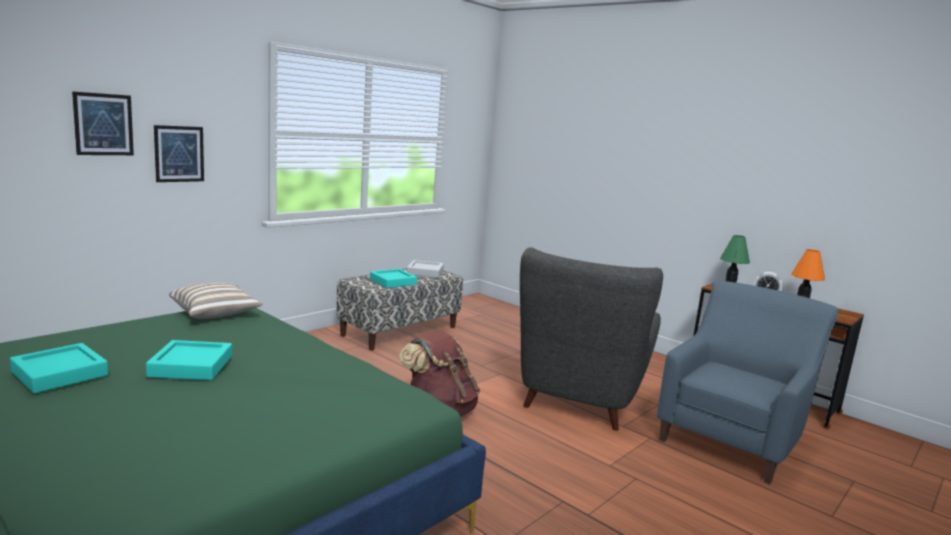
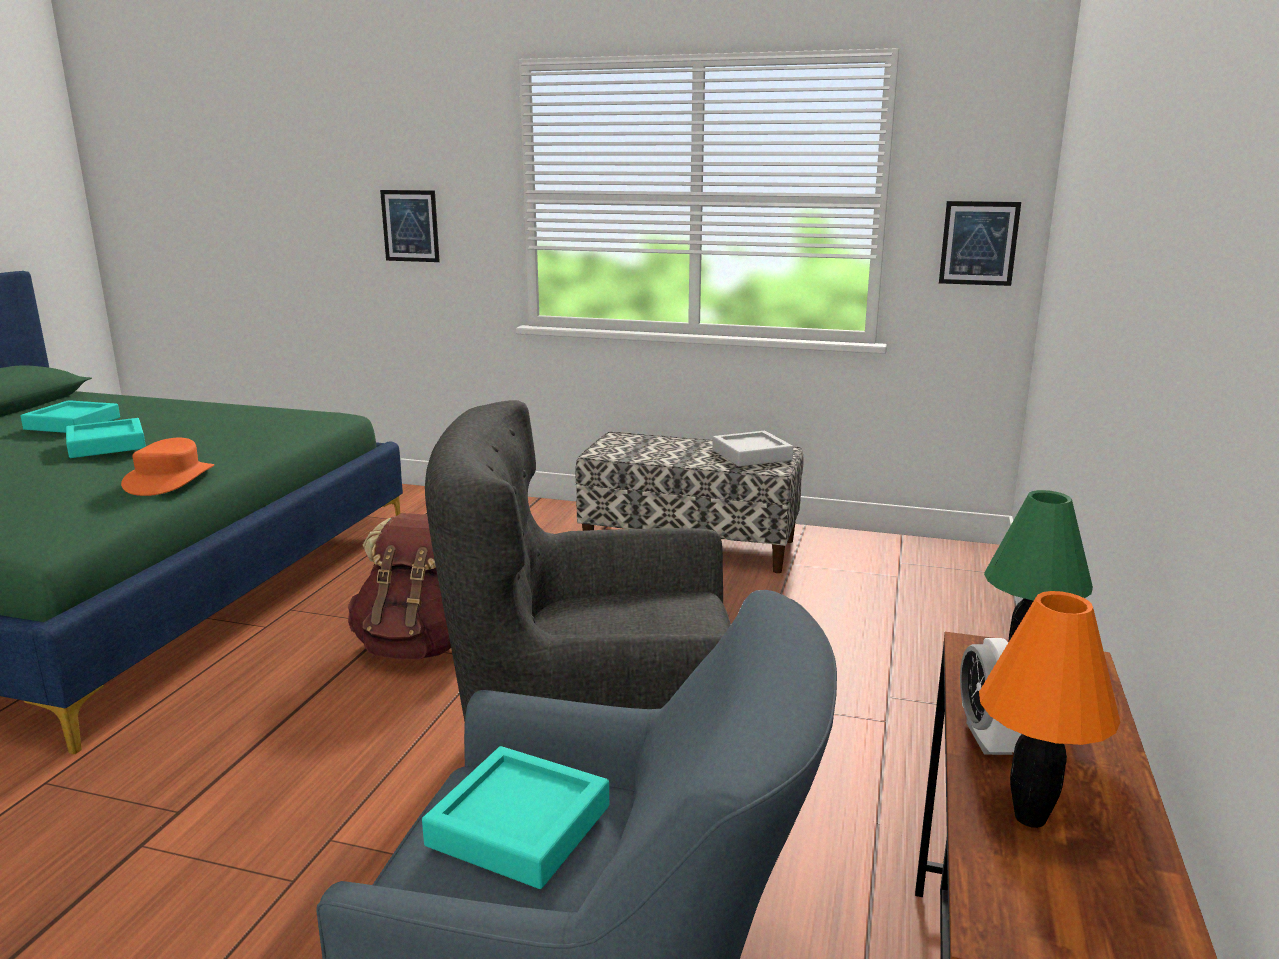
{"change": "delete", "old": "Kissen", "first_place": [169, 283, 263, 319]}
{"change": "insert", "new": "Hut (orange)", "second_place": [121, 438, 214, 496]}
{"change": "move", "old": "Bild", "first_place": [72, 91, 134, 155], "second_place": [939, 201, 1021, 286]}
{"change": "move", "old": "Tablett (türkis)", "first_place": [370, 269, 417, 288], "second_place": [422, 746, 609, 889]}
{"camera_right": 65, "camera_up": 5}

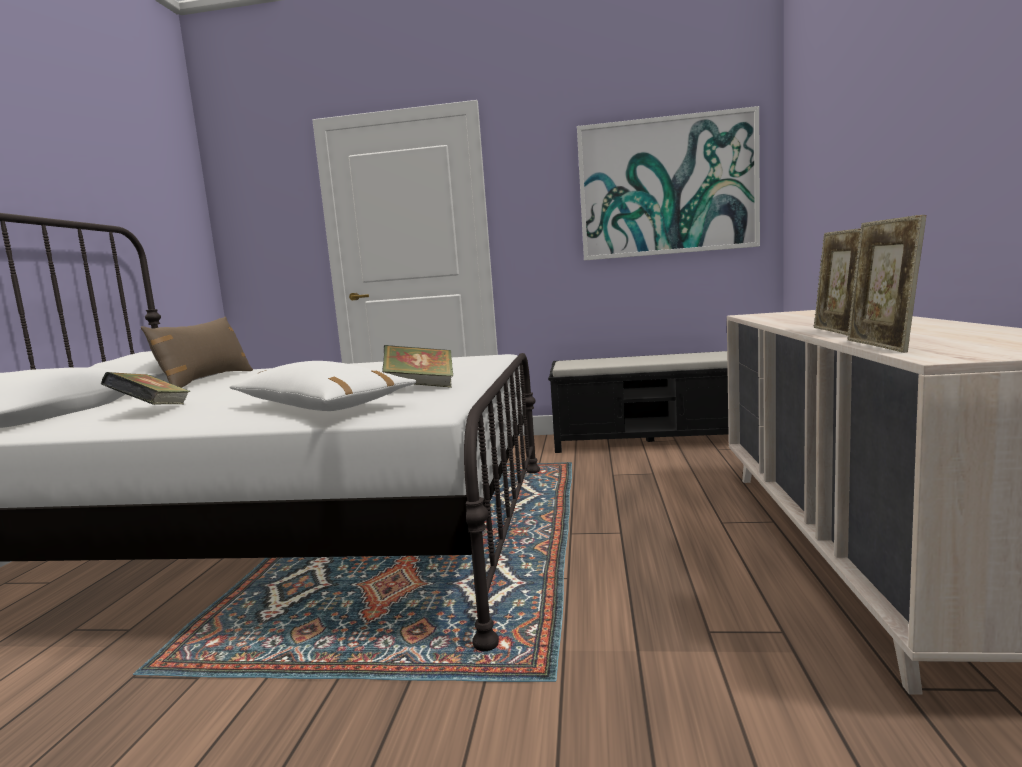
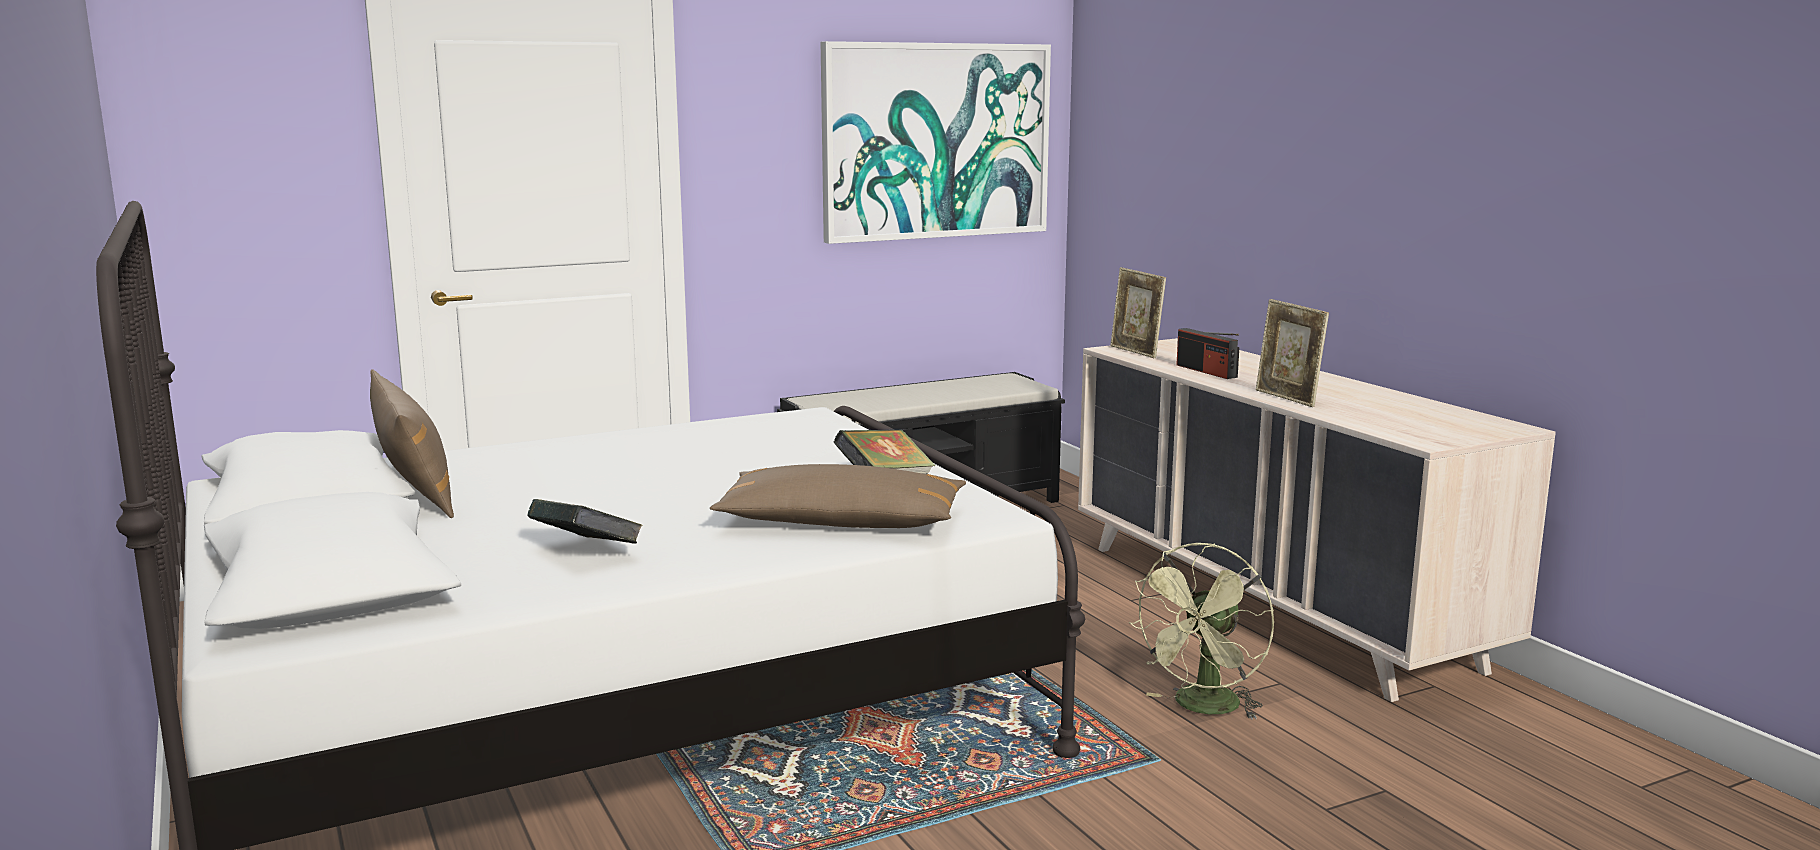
{"change": "insert", "new": "Ventilator (grün)", "second_place": [1129, 543, 1274, 720]}
{"change": "insert", "new": "Radio", "second_place": [1176, 328, 1239, 379]}
{"change": "move", "old": "Bilderrahmen", "first_place": [847, 215, 926, 353], "second_place": [1110, 267, 1166, 358]}
{"change": "recolor", "old": "Kissen (weiß)", "new": "Kissen (braun)", "first_place": [229, 361, 416, 411], "second_place": [709, 464, 966, 528]}
{"camera_right": -35, "camera_up": 5}

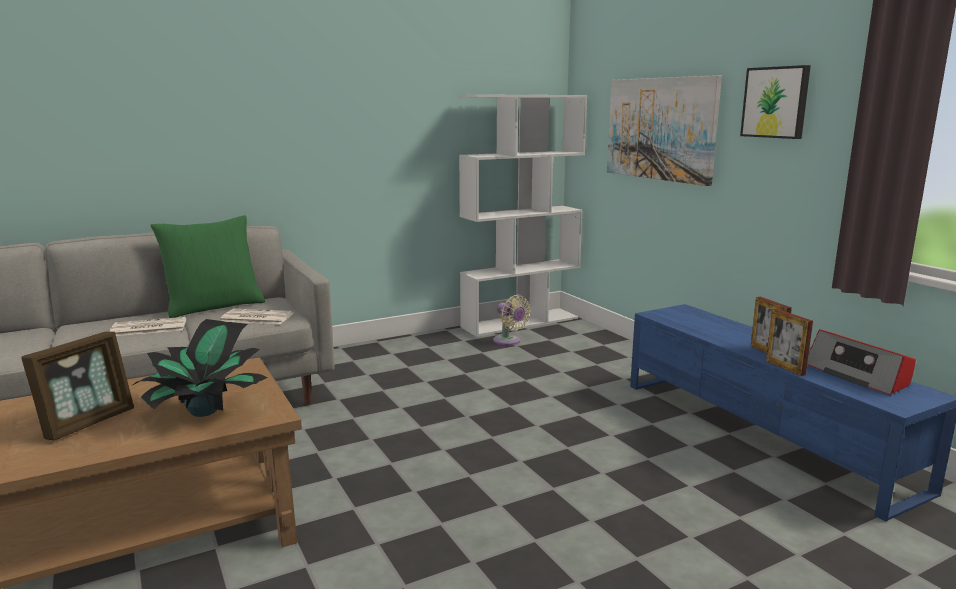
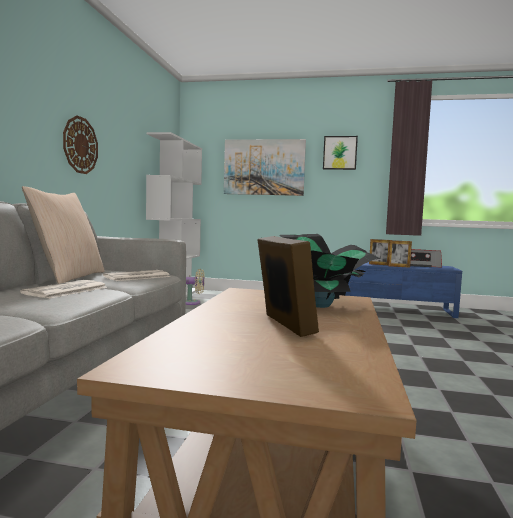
{"change": "insert", "new": "Wanduhr", "second_place": [63, 115, 98, 174]}
{"change": "recolor", "old": "Kissen (grün)", "new": "Kissen (beige)", "first_place": [151, 215, 265, 318], "second_place": [22, 186, 105, 284]}
{"camera_right": -50, "camera_up": -10}

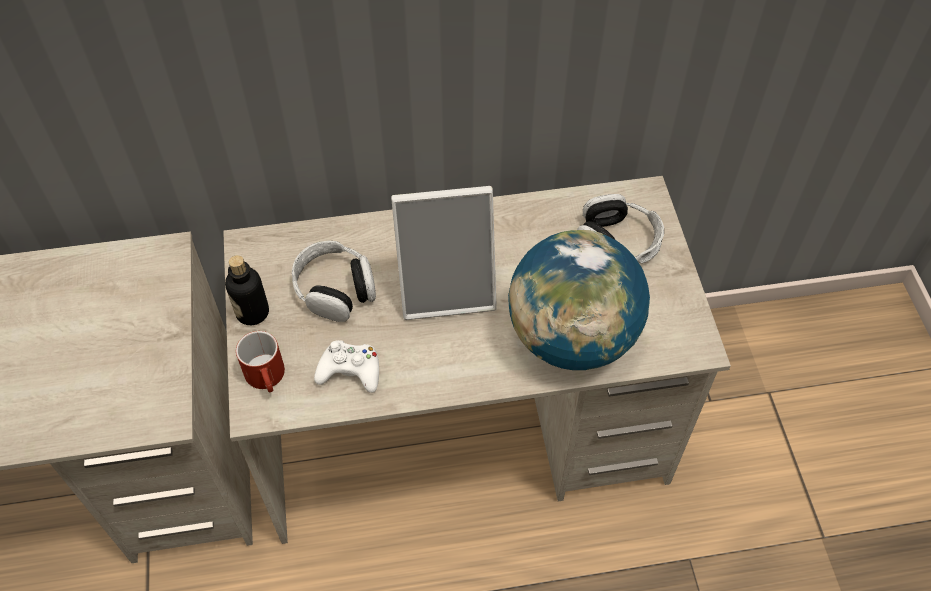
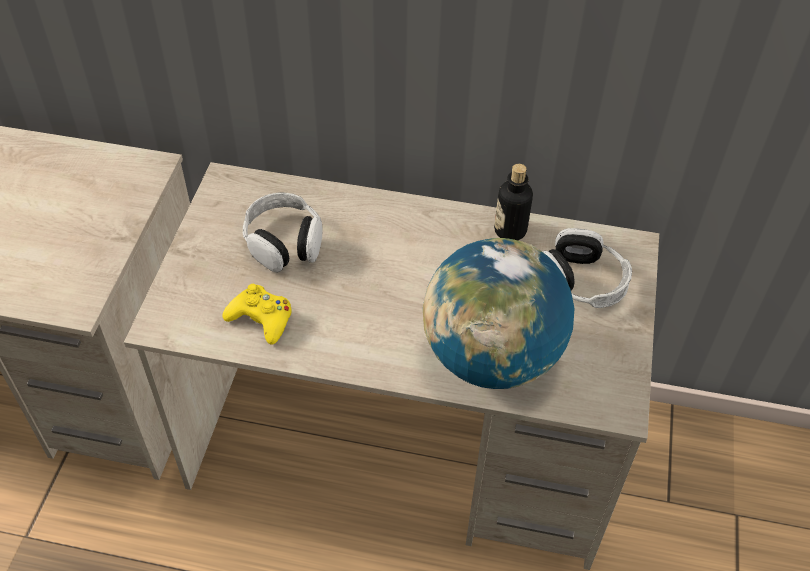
{"change": "delete", "old": "Henkelbecher (rot)", "first_place": [236, 331, 285, 392]}
{"change": "delete", "old": "Bilderrahmen", "first_place": [391, 186, 497, 320]}
{"change": "move", "old": "Flasche", "first_place": [225, 255, 269, 325], "second_place": [494, 164, 533, 240]}
{"change": "recolor", "old": "Gamepad (weiß)", "new": "Gamepad (gelb)", "first_place": [314, 340, 379, 393], "second_place": [223, 284, 292, 345]}
{"camera_right": 20, "camera_up": -5}

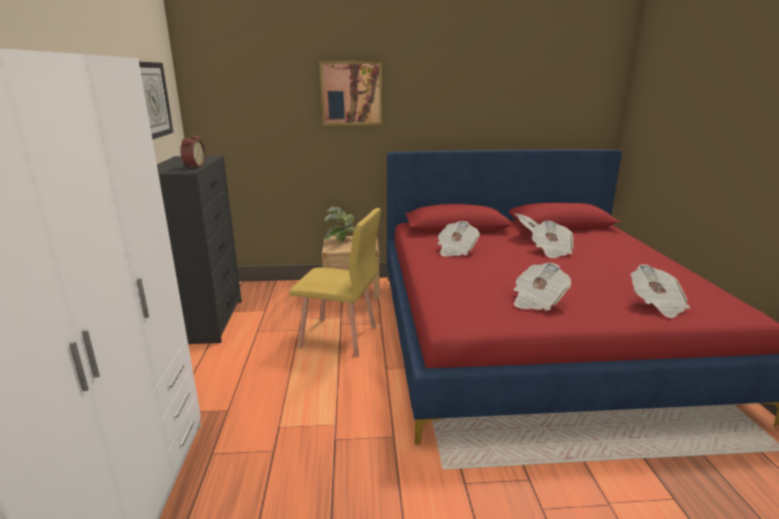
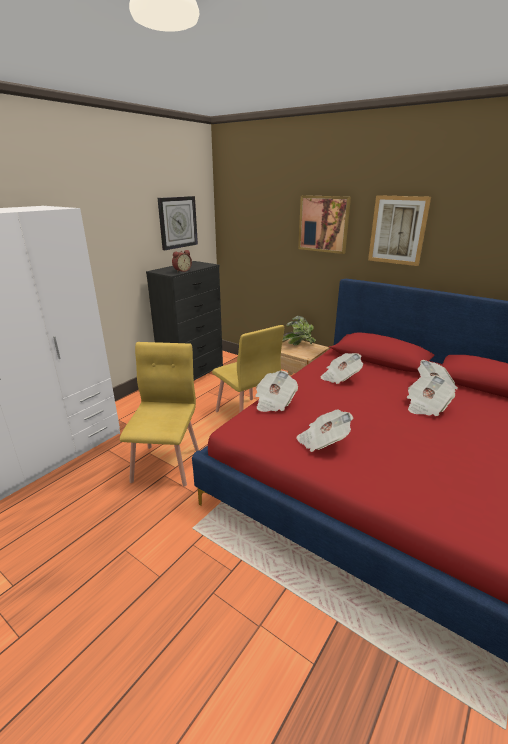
{"change": "insert", "new": "Stuhl (gelb)", "second_place": [120, 342, 199, 487]}
{"change": "insert", "new": "Bild", "second_place": [368, 195, 431, 266]}
{"change": "move", "old": "Zeitung", "first_place": [631, 264, 690, 318], "second_place": [255, 371, 298, 412]}
{"camera_right": 40, "camera_up": 5}

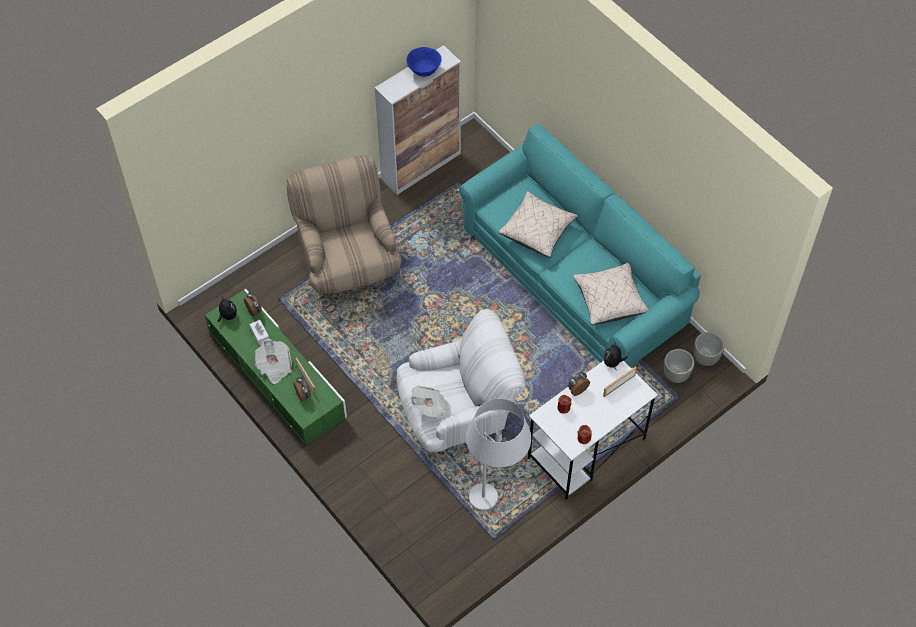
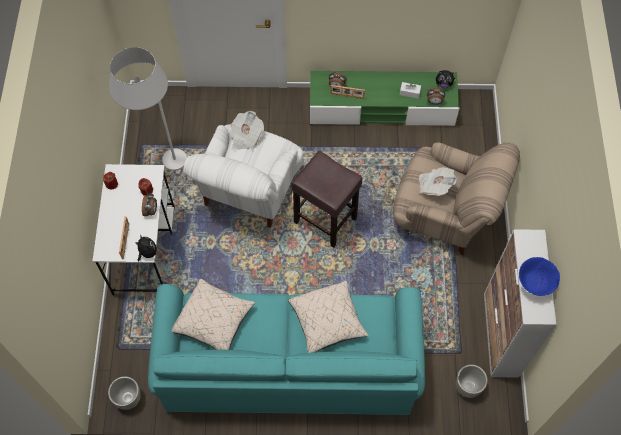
{"change": "insert", "new": "Hocker (braun)", "second_place": [291, 151, 362, 248]}
{"change": "move", "old": "Zeitung", "first_place": [255, 339, 292, 384], "second_place": [419, 167, 457, 196]}
{"change": "move", "old": "Pflanzkübel (grau)", "first_place": [664, 349, 694, 383], "second_place": [456, 364, 488, 398]}
{"camera_right": 130, "camera_up": 5}

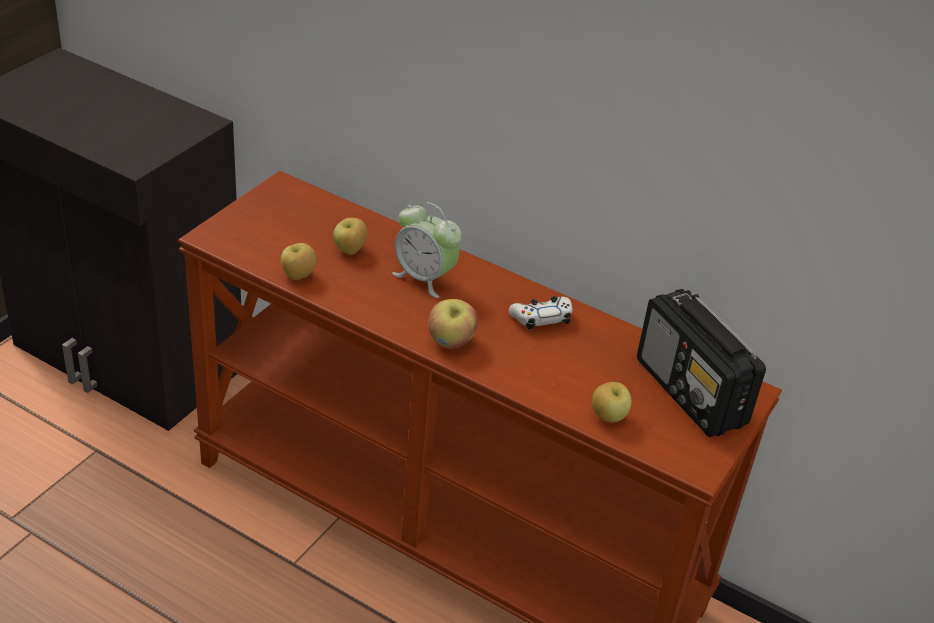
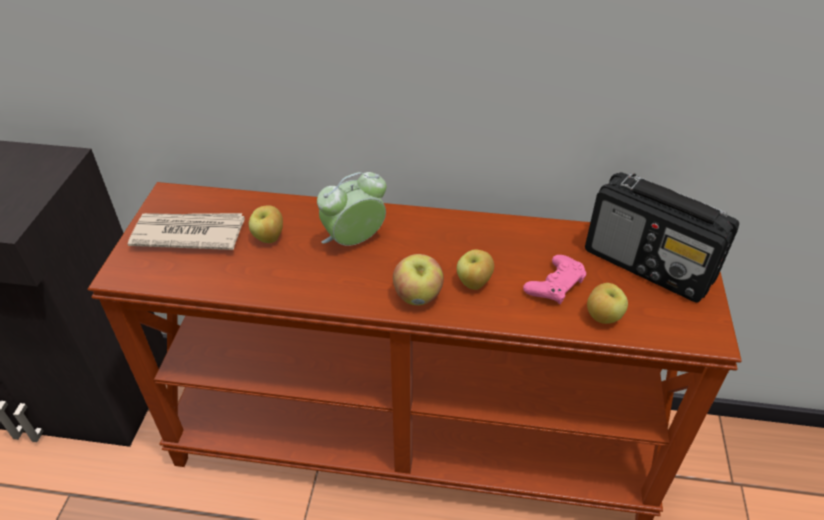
{"change": "delete", "old": "Gamepad (weiß)", "first_place": [509, 296, 573, 330]}
{"change": "insert", "new": "Zeitung", "second_place": [128, 213, 245, 250]}
{"change": "insert", "new": "Gamepad (rosa)", "second_place": [523, 255, 586, 304]}
{"change": "move", "old": "Apfel", "first_place": [281, 243, 316, 280], "second_place": [457, 250, 494, 290]}
{"change": "rotate", "old": "Wecker", "first_place": [392, 202, 462, 298], "second_place": [317, 172, 386, 246], "degrees": 135}
{"camera_right": -20, "camera_up": 5}

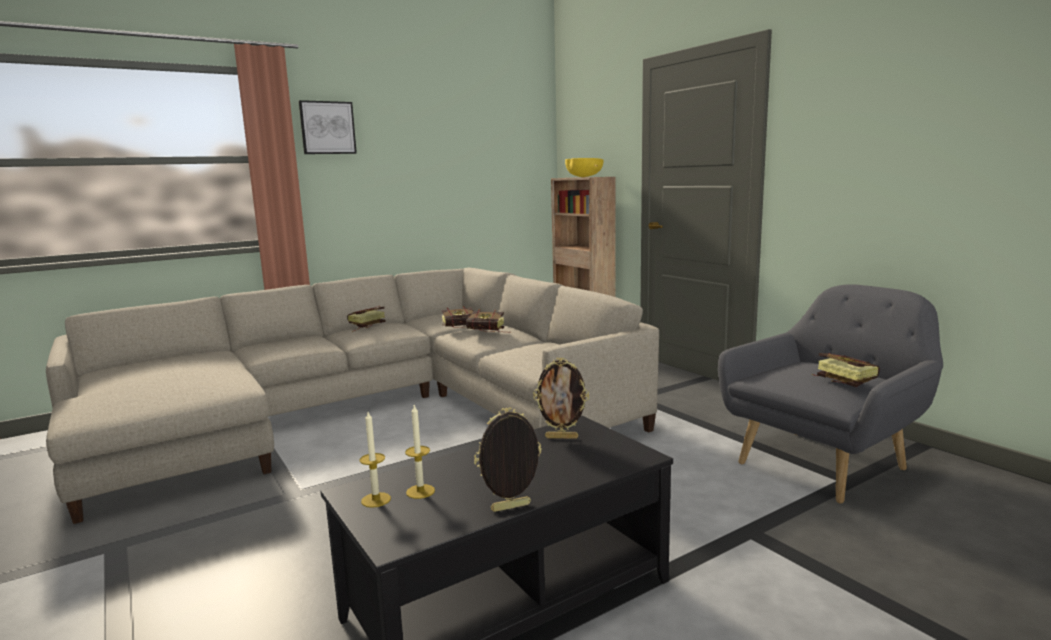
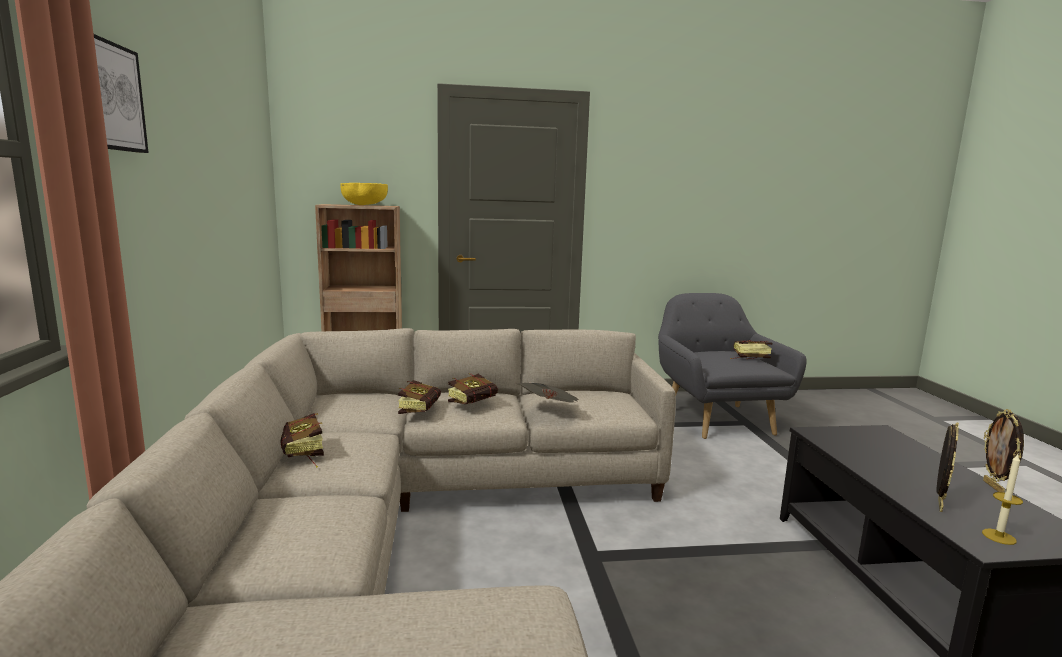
{"change": "delete", "old": "Kerze", "first_place": [405, 405, 435, 499]}
{"change": "insert", "new": "Zeitung", "second_place": [516, 383, 579, 402]}
{"change": "move", "old": "Bilderrahmen", "first_place": [533, 357, 589, 439], "second_place": [937, 422, 959, 512]}
{"camera_right": -65, "camera_up": 0}

